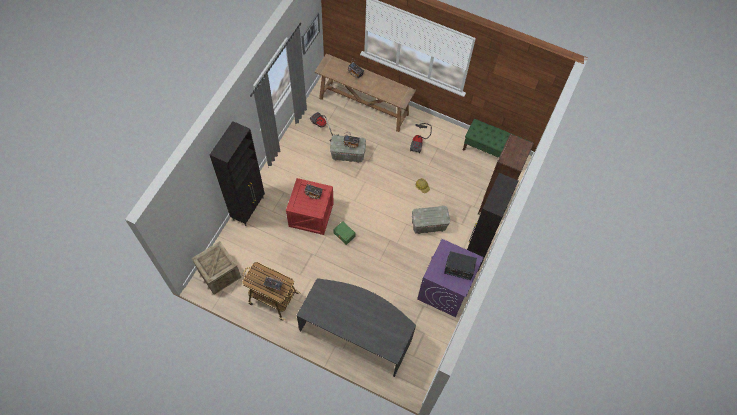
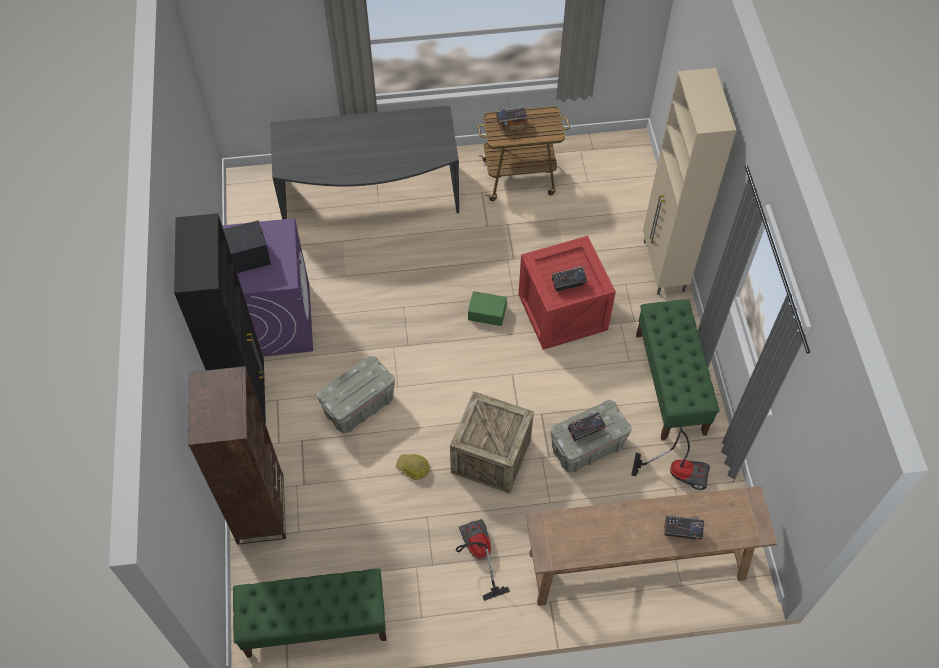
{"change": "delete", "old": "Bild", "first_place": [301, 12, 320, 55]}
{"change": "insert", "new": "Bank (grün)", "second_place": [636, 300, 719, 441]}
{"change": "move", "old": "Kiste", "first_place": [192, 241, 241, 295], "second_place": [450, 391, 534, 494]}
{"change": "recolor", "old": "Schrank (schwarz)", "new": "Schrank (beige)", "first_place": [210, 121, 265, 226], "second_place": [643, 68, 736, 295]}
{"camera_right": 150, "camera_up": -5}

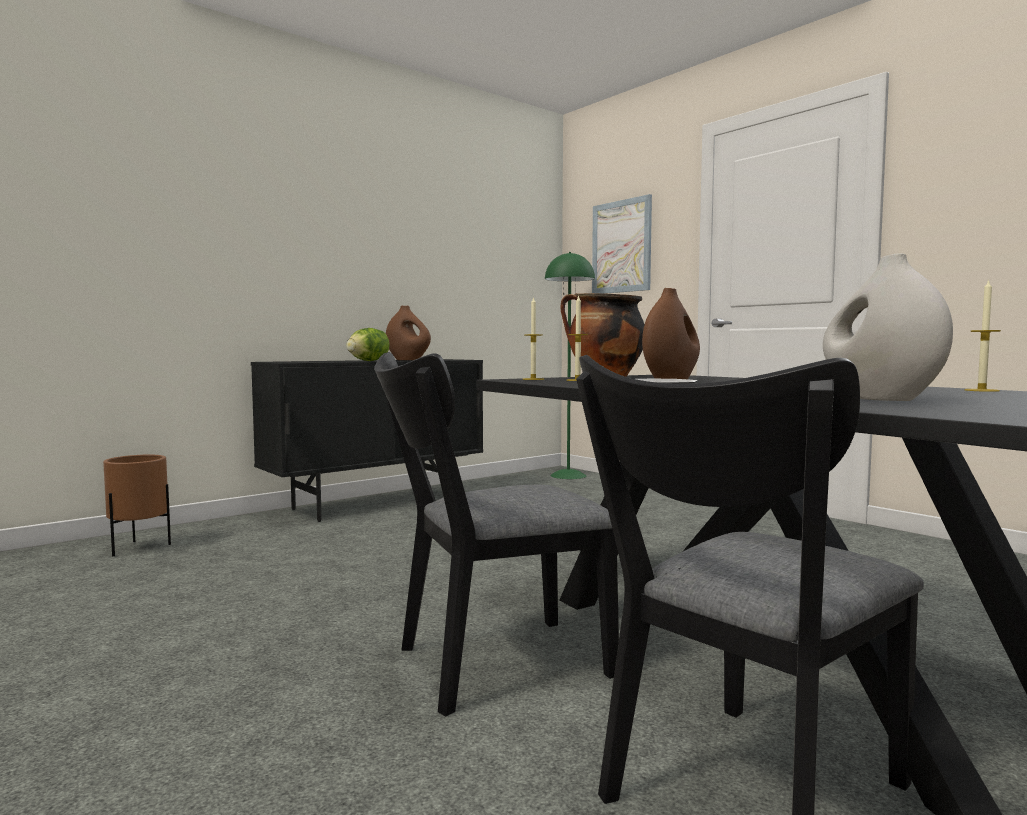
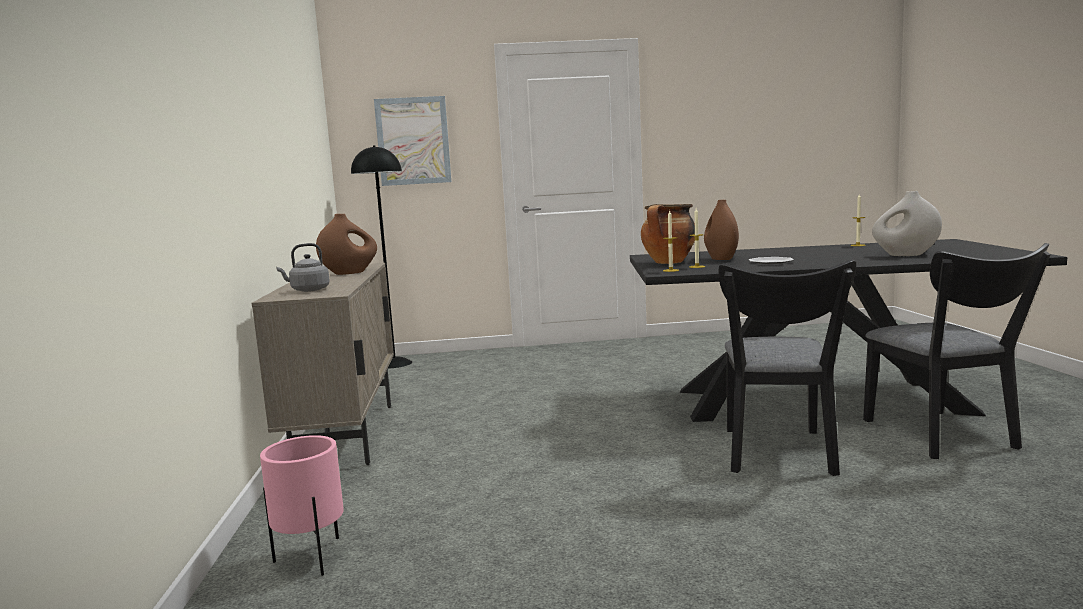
{"change": "delete", "old": "Salatkopf", "first_place": [346, 328, 390, 361]}
{"change": "insert", "new": "Wasserkessel (grau)", "second_place": [276, 243, 330, 292]}
{"change": "recolor", "old": "Pflanzkübel (braun)", "new": "Pflanzkübel (rosa)", "first_place": [103, 455, 171, 557], "second_place": [260, 435, 344, 576]}
{"change": "recolor", "old": "Schrank (schwarz)", "new": "Schrank (beige)", "first_place": [251, 359, 483, 522], "second_place": [252, 263, 394, 465]}
{"change": "recolor", "old": "Stehlampe (grün)", "new": "Stehlampe (schwarz)", "first_place": [545, 252, 595, 479], "second_place": [351, 145, 412, 368]}
{"camera_right": -55, "camera_up": 5}

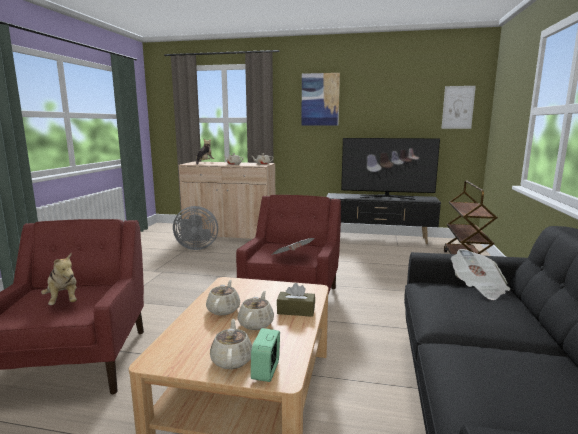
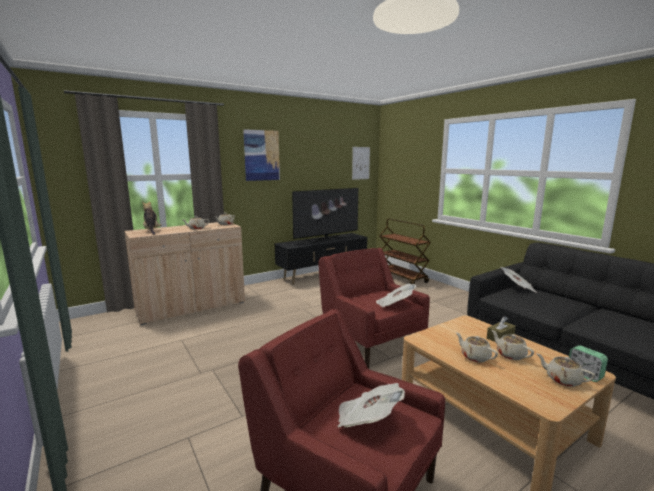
{"change": "delete", "old": "Ventilator (grau)", "first_place": [173, 206, 218, 250]}
{"change": "replace", "old": "Plüschtier", "new": "Zeitung", "first_place": [41, 253, 77, 305], "second_place": [338, 383, 405, 428]}
{"camera_right": -45, "camera_up": 0}

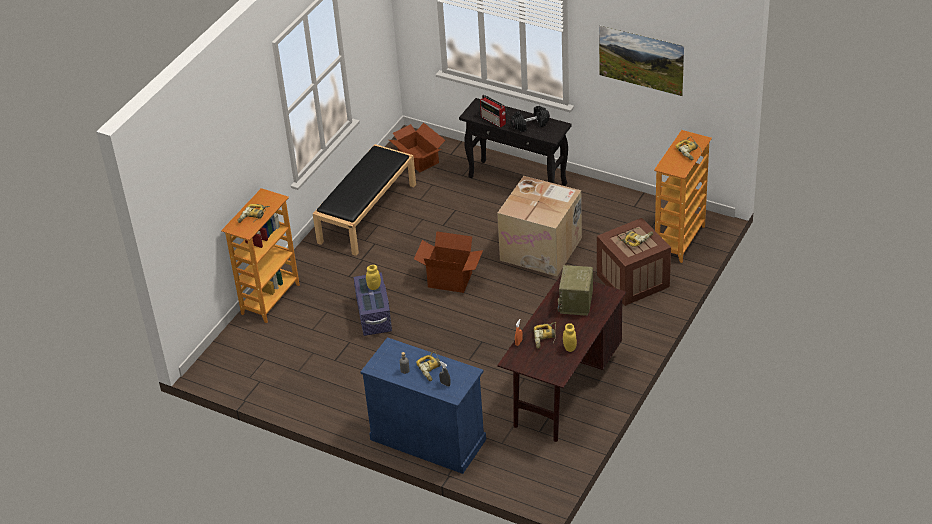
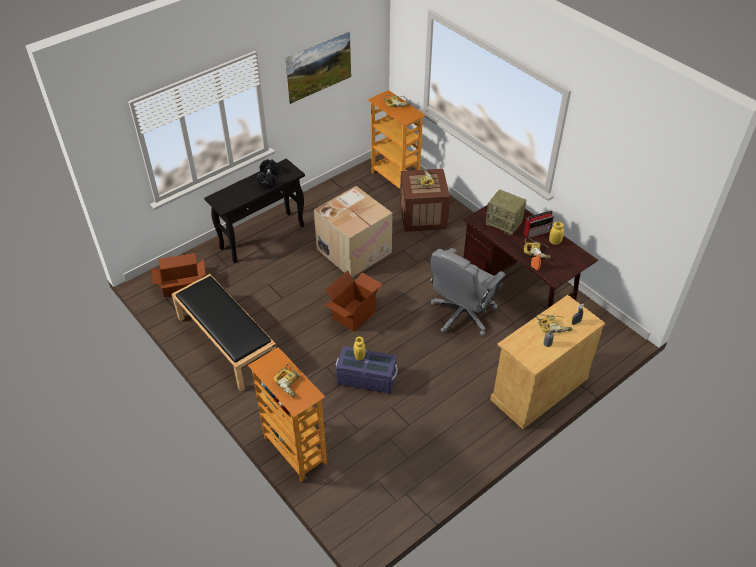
{"change": "insert", "new": "Bürostuhl (grau)", "second_place": [430, 248, 505, 336]}
{"change": "move", "old": "Radio", "first_place": [480, 95, 507, 128], "second_place": [523, 211, 554, 238]}
{"change": "recolor", "old": "Schrank (blau)", "new": "Schrank (beige)", "first_place": [360, 337, 486, 474], "second_place": [490, 295, 605, 429]}
{"camera_right": -70, "camera_up": 5}

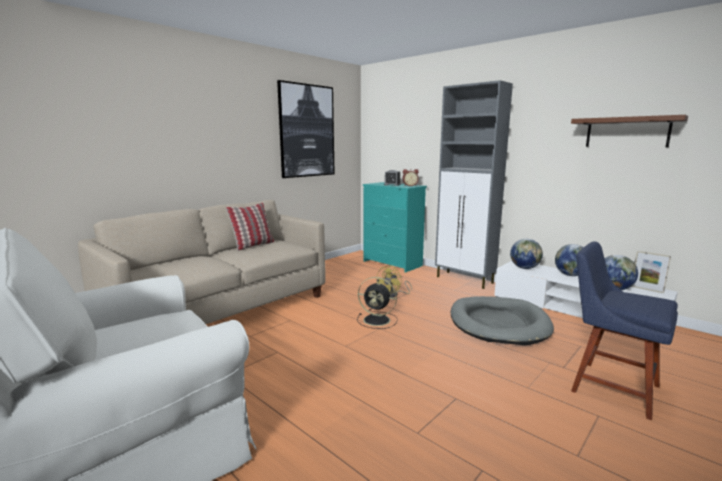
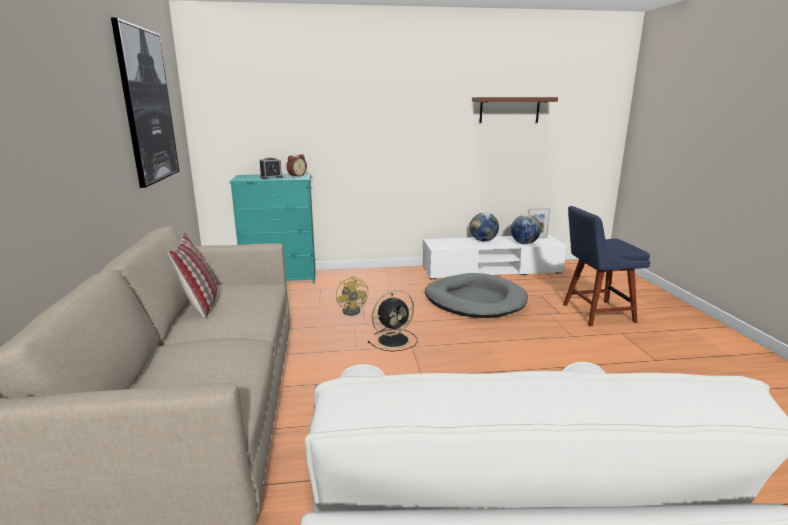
{"change": "delete", "old": "Schrank (grau)", "first_place": [435, 80, 513, 289]}
{"change": "delete", "old": "Globus", "first_place": [510, 239, 543, 269]}
{"camera_right": -50, "camera_up": 5}

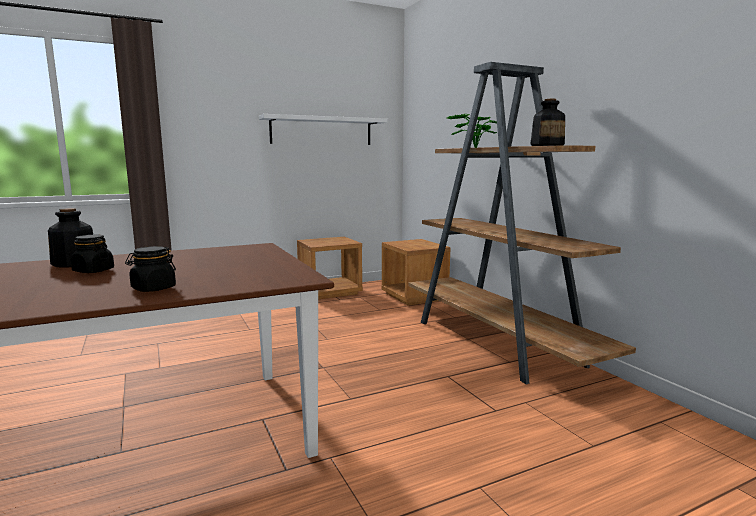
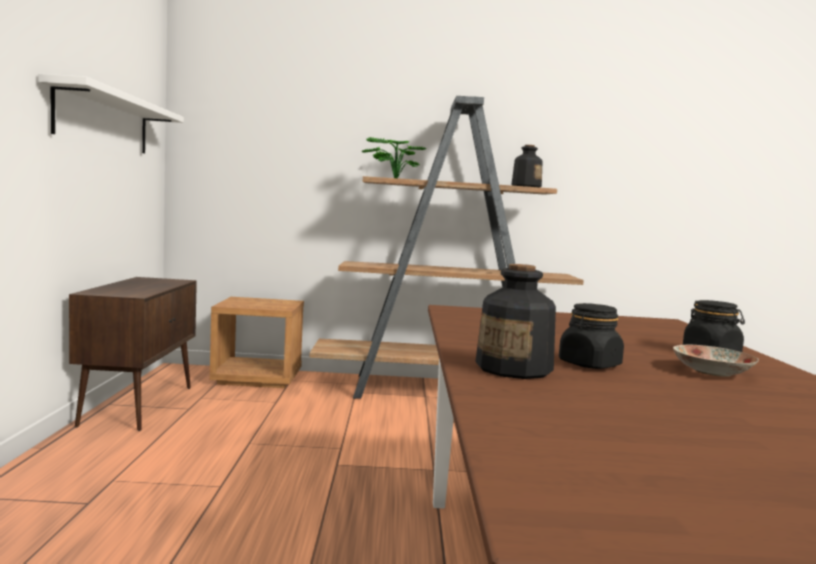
{"change": "insert", "new": "Teller", "second_place": [673, 345, 759, 377]}
{"change": "replace", "old": "Nachttisch (braun)", "new": "Schrank (braun)", "first_place": [297, 237, 363, 299], "second_place": [69, 277, 197, 431]}
{"camera_right": -65, "camera_up": -5}

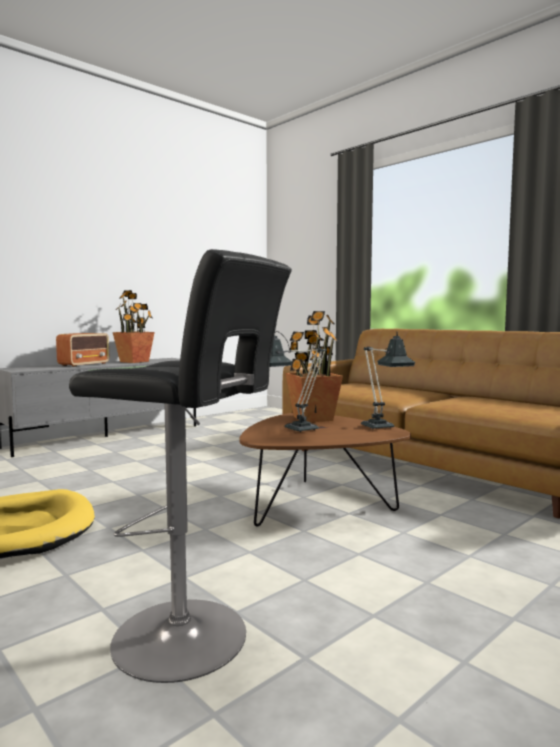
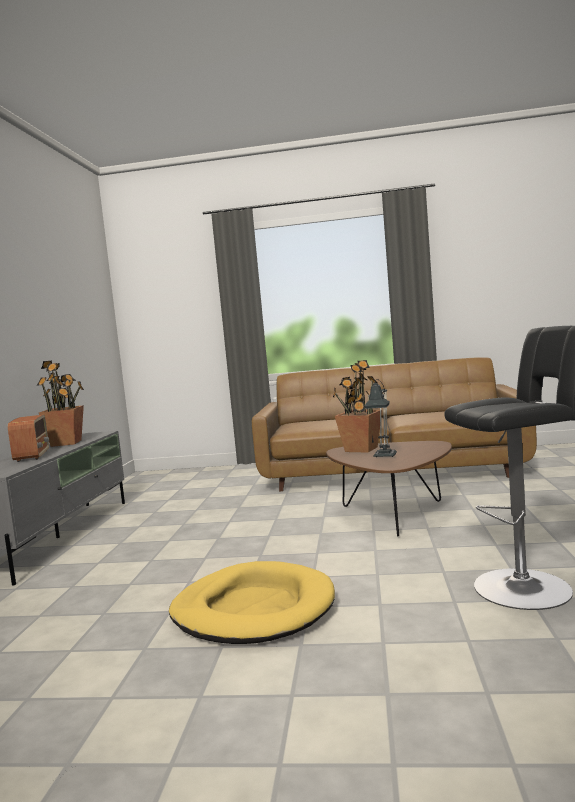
{"change": "delete", "old": "Tischlampe", "first_place": [361, 332, 415, 429]}
{"camera_right": -40, "camera_up": 0}

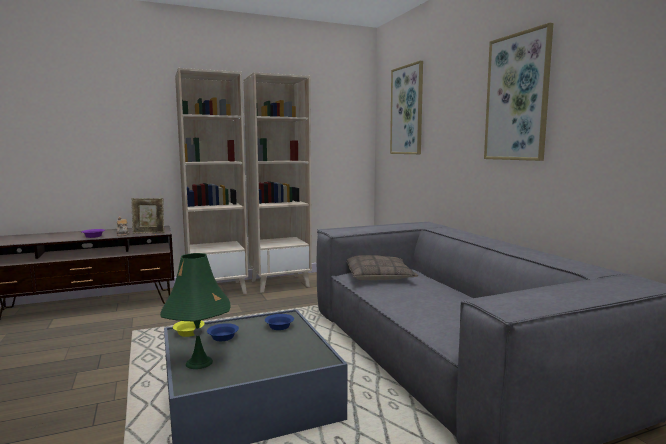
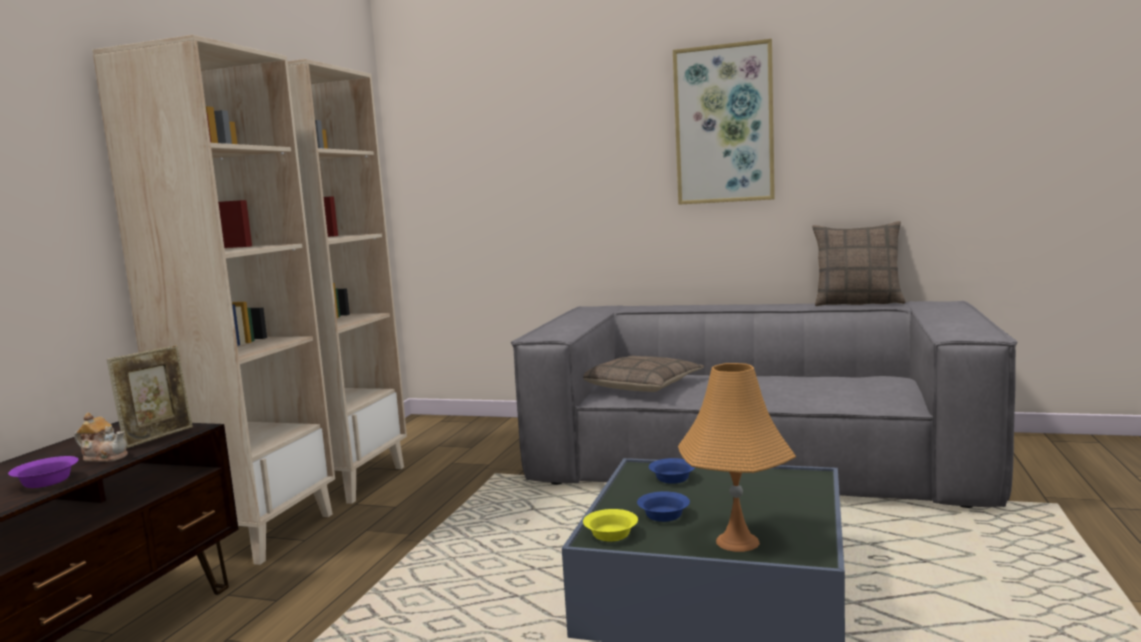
{"change": "delete", "old": "Bild", "first_place": [390, 61, 423, 154]}
{"change": "insert", "new": "Kissen", "second_place": [812, 221, 906, 306]}
{"change": "recolor", "old": "Tischlampe (grün)", "new": "Tischlampe (orange)", "first_place": [160, 253, 230, 369], "second_place": [678, 363, 796, 552]}
{"camera_right": -50, "camera_up": 0}

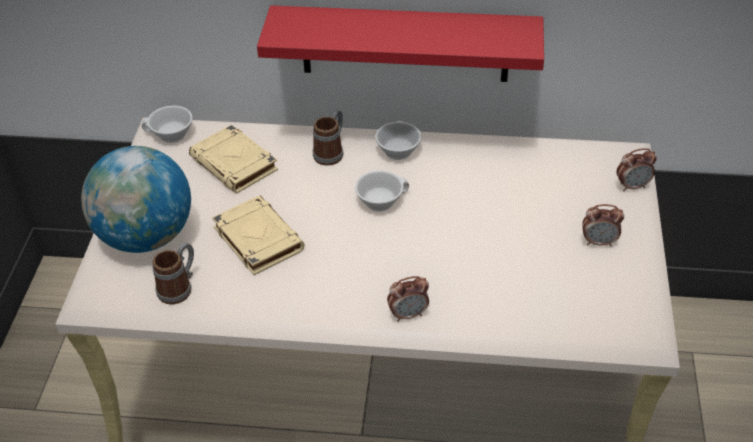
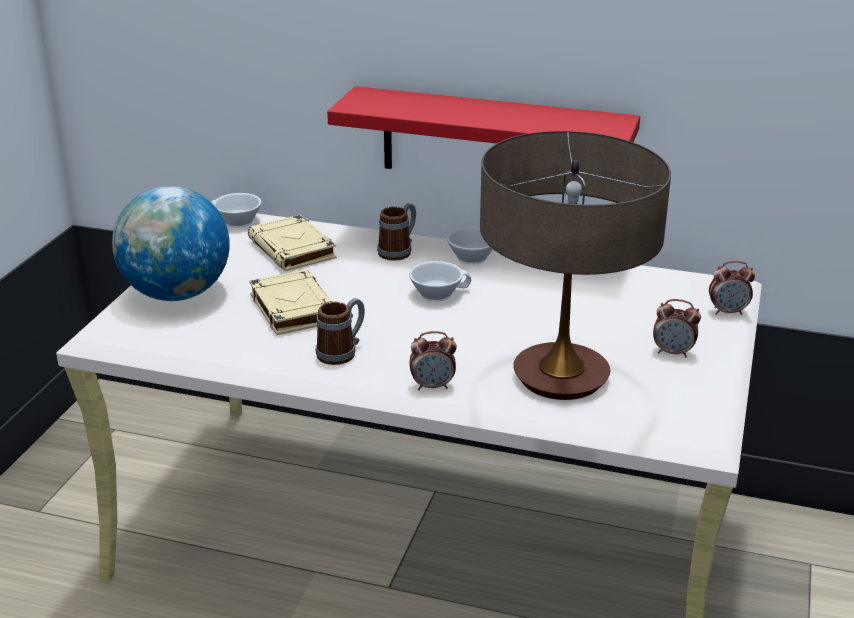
{"change": "insert", "new": "Tischlampe", "second_place": [480, 131, 671, 400]}
{"change": "move", "old": "Henkelbecher", "first_place": [152, 242, 194, 304], "second_place": [316, 298, 365, 365]}
{"camera_right": 10, "camera_up": -15}

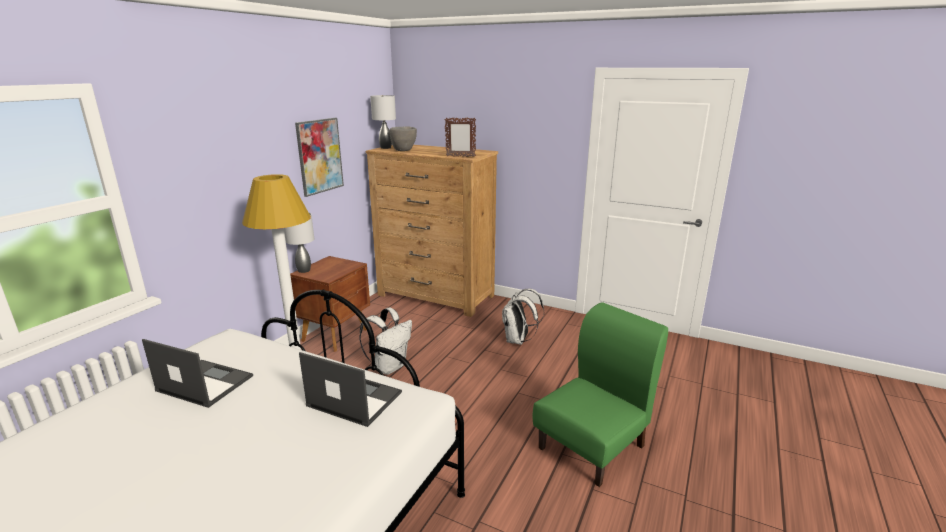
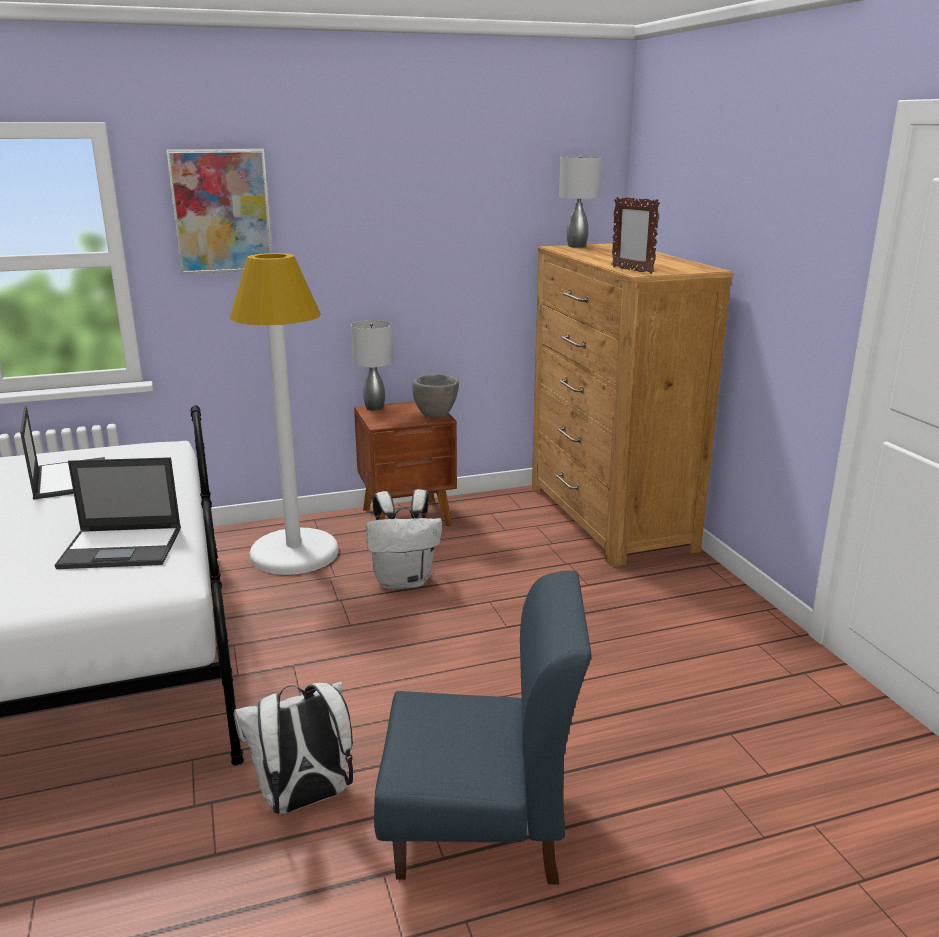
{"change": "move", "old": "Bild", "first_place": [295, 118, 344, 197], "second_place": [166, 149, 272, 274]}
{"change": "move", "old": "Schüssel (grau)", "first_place": [390, 127, 417, 151], "second_place": [413, 374, 459, 418]}
{"change": "move", "old": "Rucksack (weiß)", "first_place": [502, 289, 544, 345], "second_place": [233, 682, 353, 814]}
{"change": "recolor", "old": "Stuhl (grün)", "new": "Stuhl (blau)", "first_place": [533, 302, 668, 487], "second_place": [374, 571, 591, 884]}
{"change": "rotate", "old": "Laptop", "first_place": [299, 352, 402, 427], "second_place": [55, 457, 181, 569], "degrees": 105}
{"camera_right": 45, "camera_up": 0}

